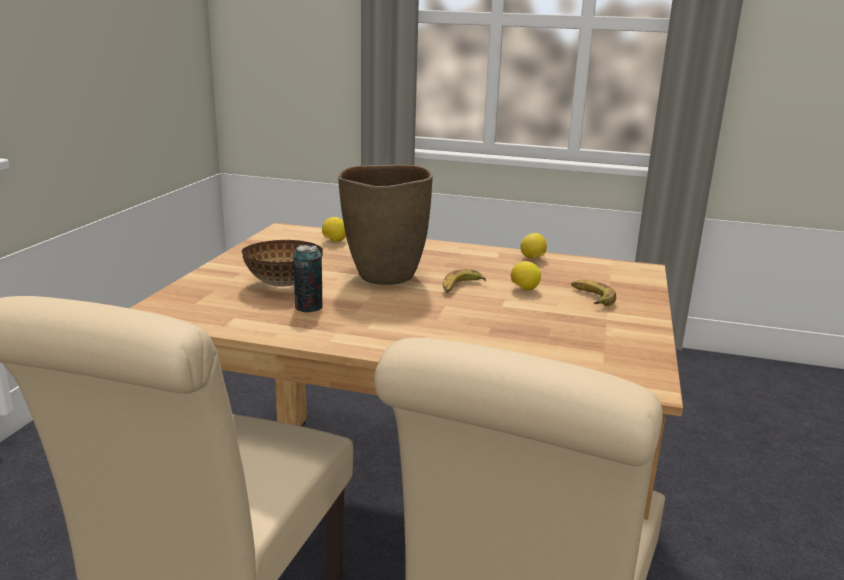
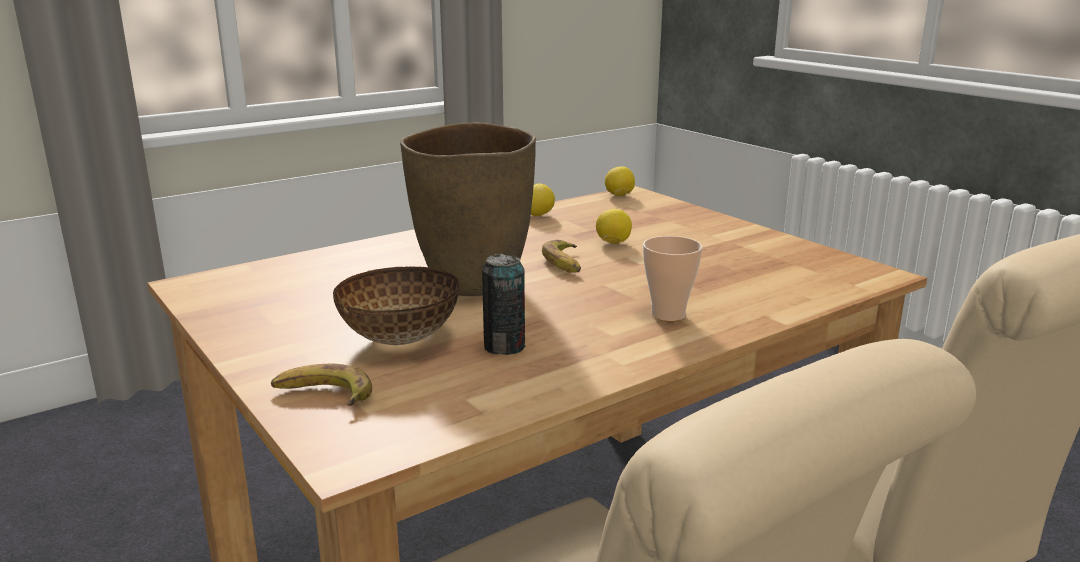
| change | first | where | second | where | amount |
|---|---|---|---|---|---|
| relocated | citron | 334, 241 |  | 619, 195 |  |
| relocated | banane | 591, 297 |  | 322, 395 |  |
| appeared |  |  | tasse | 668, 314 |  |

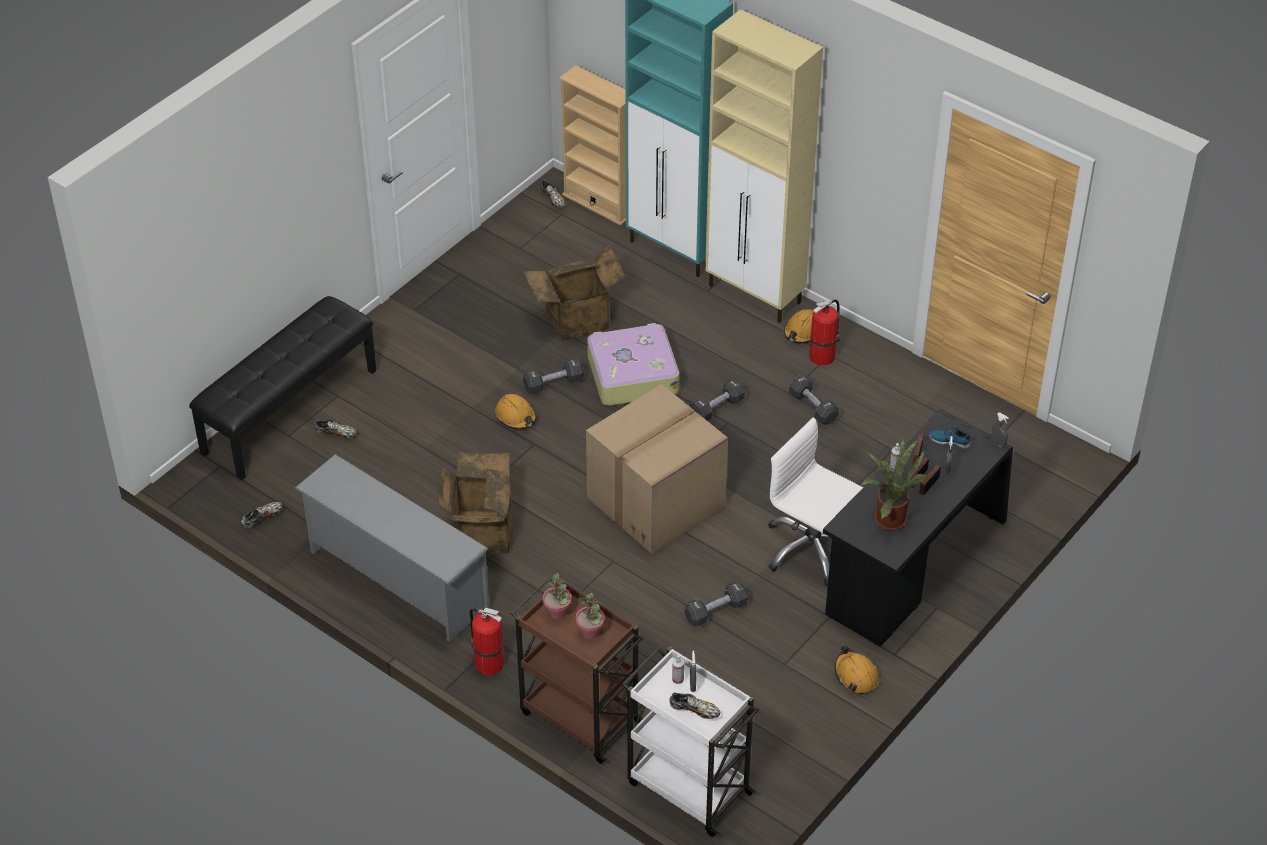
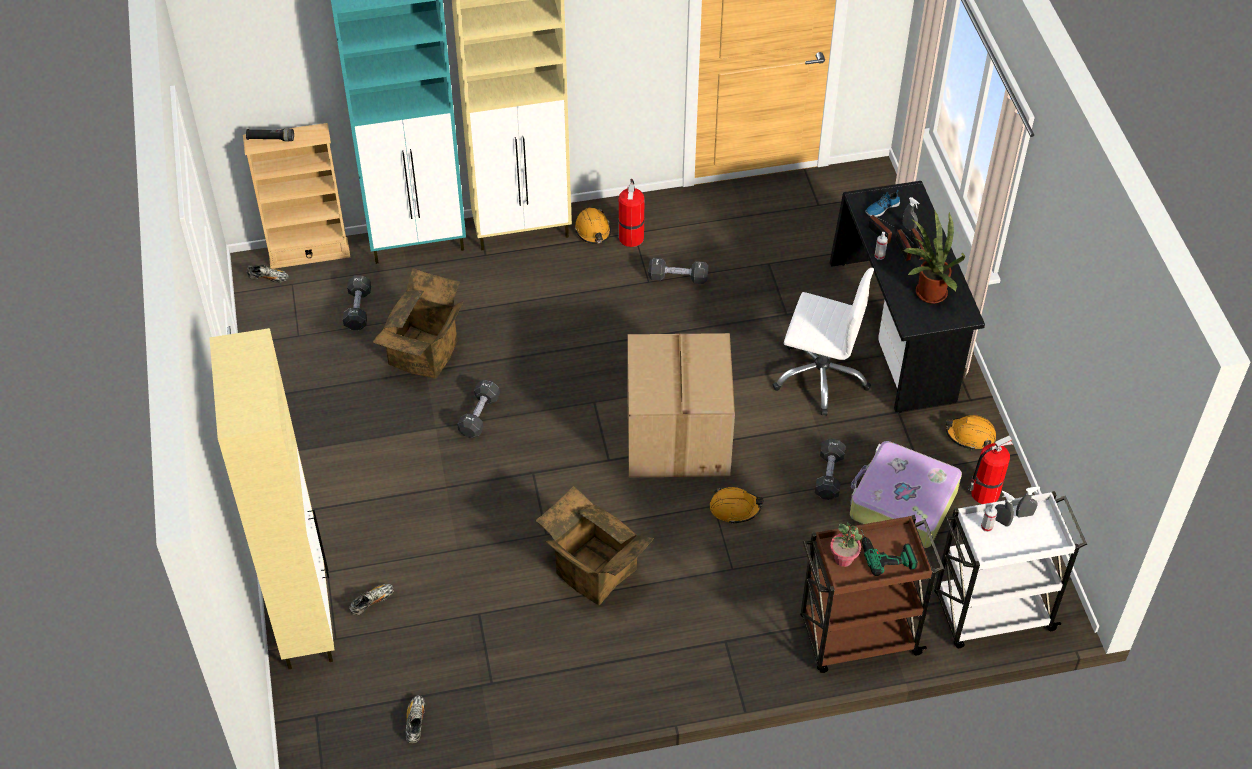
| change | first | where | second | where | amount |
|---|---|---|---|---|---|
| exchanged | banc [noir] | 289, 411 | meuble de rangement [beige] | 306, 619 |  |
| missing | étagère à chaussures [gris] | 396, 580 |  |  |  |
| relocated | extincteur | 487, 663 |  | 984, 494 |  |
| relocated | casque de chantier [orange] | 516, 416 |  | 734, 508 |  |
| exchanged | plante en pot | 590, 632 | perceuse | 885, 551 |  |
| relocated | valise | 631, 374 |  | 901, 503 |  |
| missing | chaussure | 694, 710 |  |  |  |
| relocated | haltère [noir] | 717, 408 |  | 358, 310 |  |
| spun | chaise de bureau [blanc] | 811, 549 |  | 821, 376 | 150 degrees counterclockwise |
| relocated | vaporisateur [gris] | 997, 443 |  | 1024, 514 |  |
| appeared |  |  | lampe de poche [noir] | 271, 139 |  |

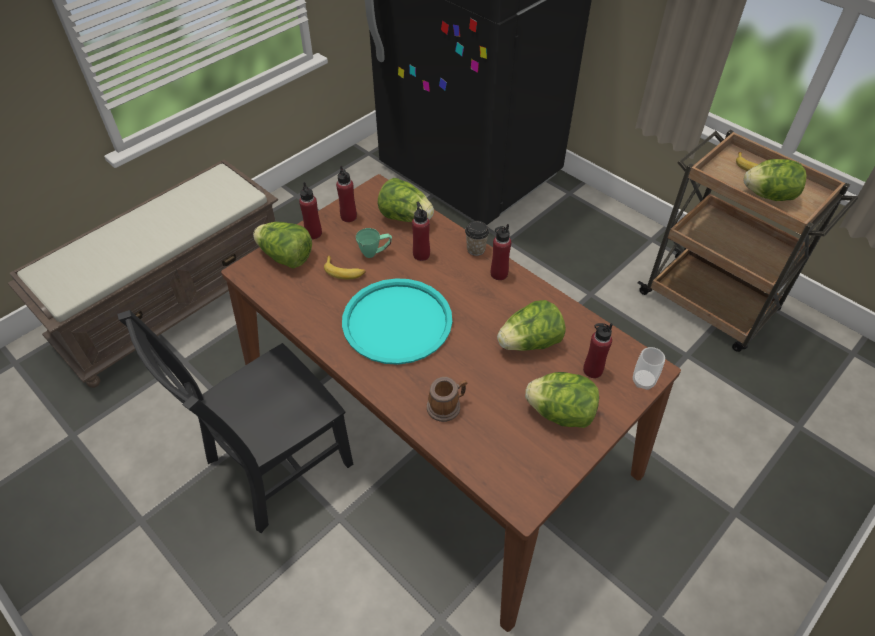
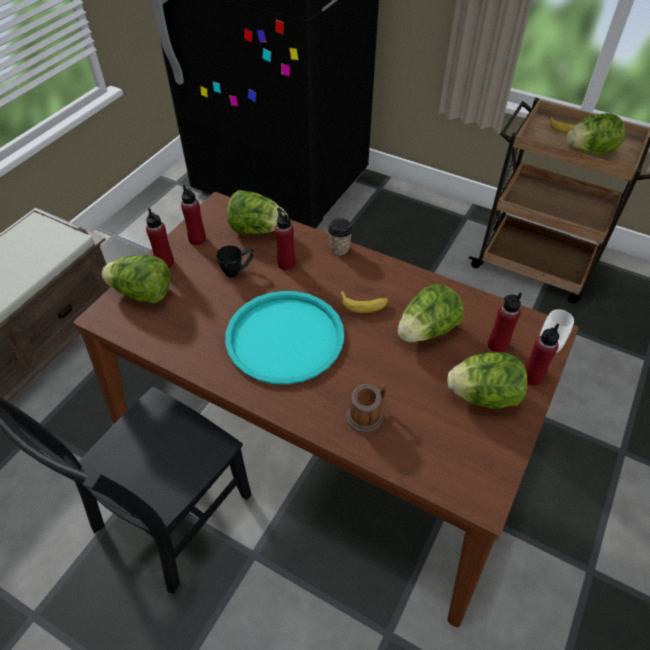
| change | first | where | second | where | amount |
|---|---|---|---|---|---|
| relocated | banane | 344, 271 |  | 364, 304 |  |
| colour | mug [vert] | 375, 253 | mug [noir] | 237, 271 |  |
| relocated | bouteille [rouge] | 499, 274 |  | 532, 377 |  |

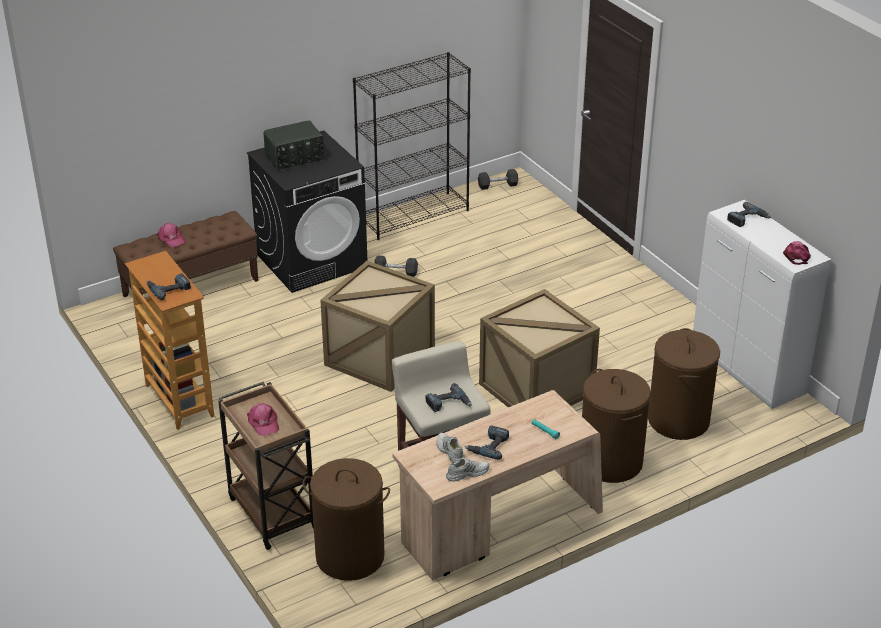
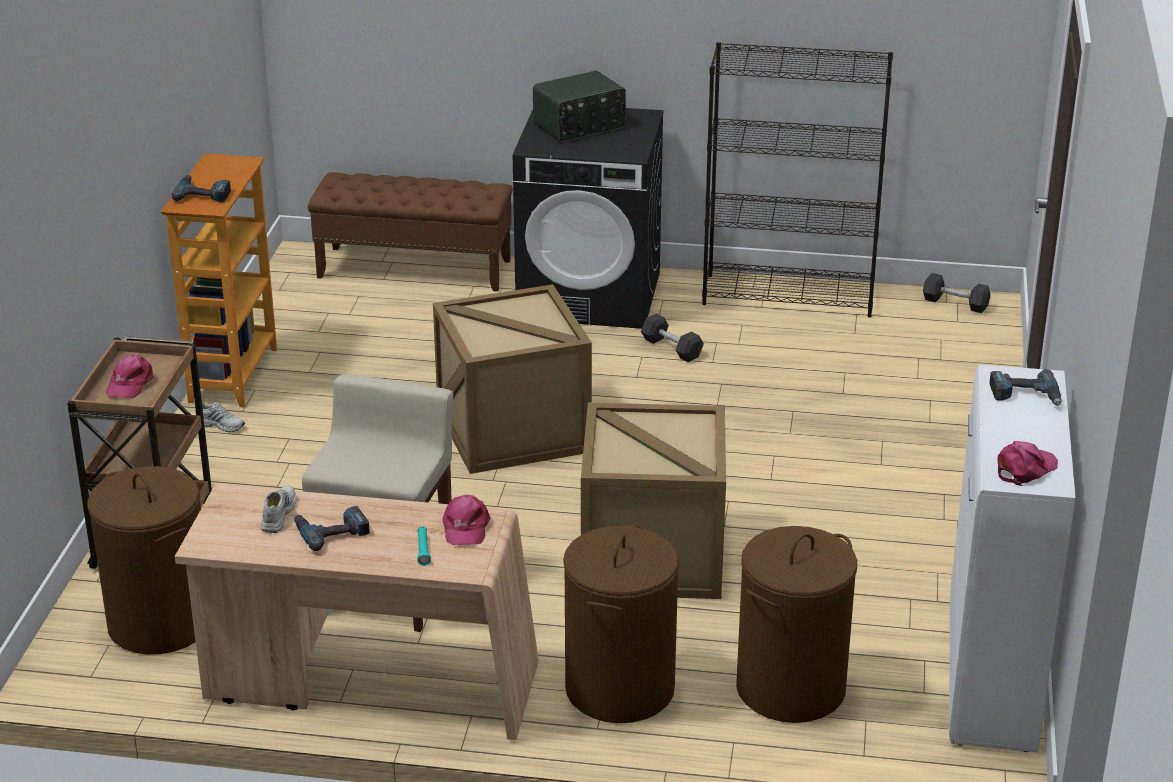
| change | first | where | second | where | amount |
|---|---|---|---|---|---|
| relocated | casquette [rose] | 171, 238 |  | 465, 527 |  |
| spun | radio | 295, 158 |  | 580, 126 | 45 degrees counterclockwise |
| missing | perceuse | 448, 403 |  |  |  |
| relocated | chaussure [blanc] | 467, 473 |  | 220, 424 |  |

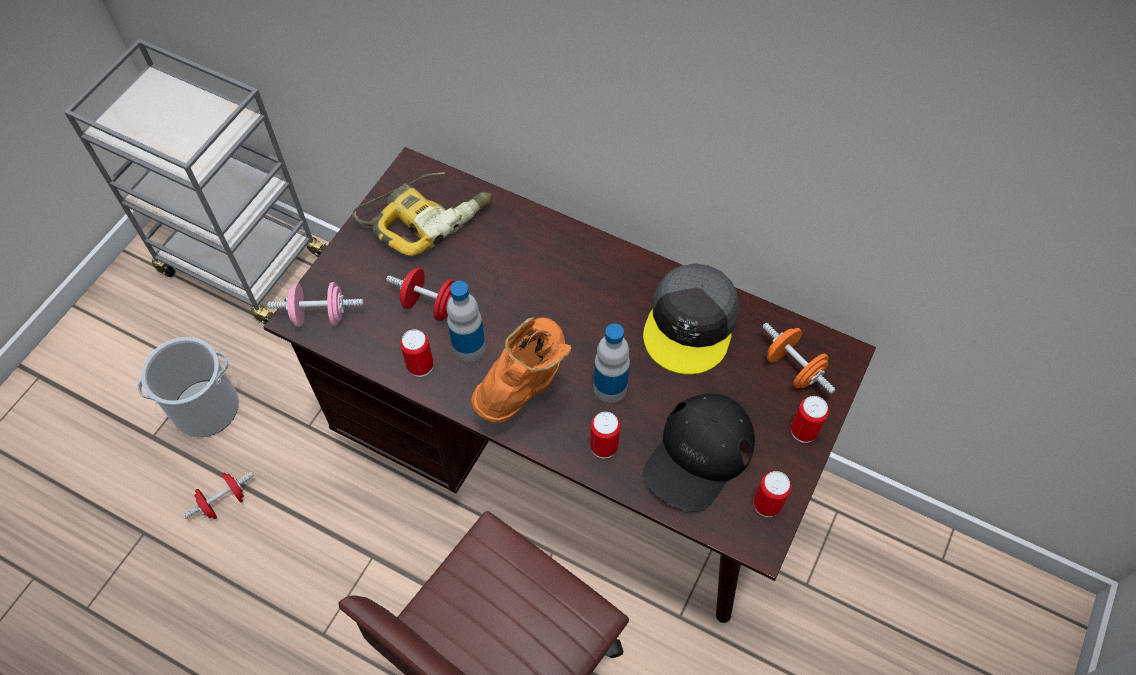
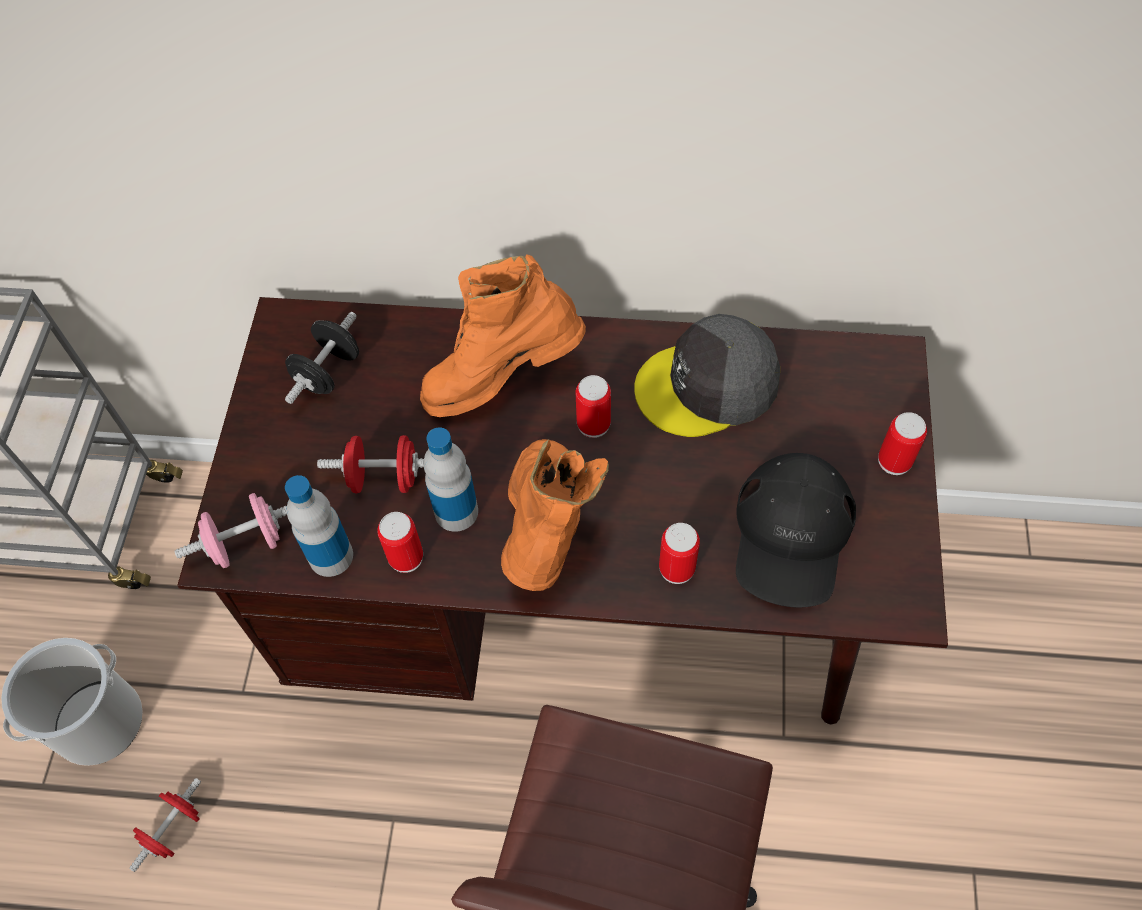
| change | first | where | second | where | amount |
|---|---|---|---|---|---|
| exchanged | perceuse | 426, 217 | haltère [noir] | 328, 372 |  |
| relocated | bouteille | 610, 387 |  | 331, 556 |  |
| spun | casquette [gris] | 691, 324 |  | 708, 386 | 75 degrees clockwise |
| relocated | boîte métallique | 767, 504 |  | 593, 424 |  |
| missing | haltère [orange] | 793, 368 |  |  |  |
| appeared |  |  | botte [orange] | 502, 378 |  |

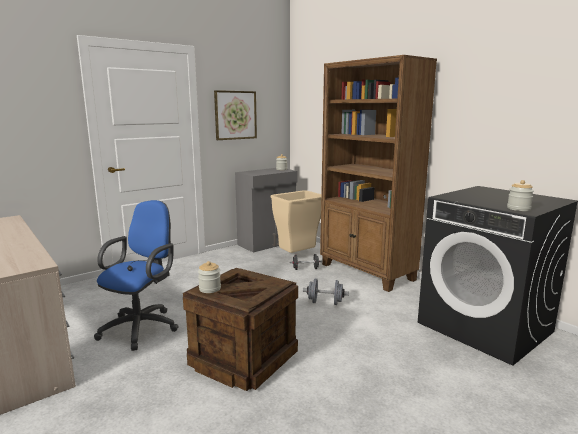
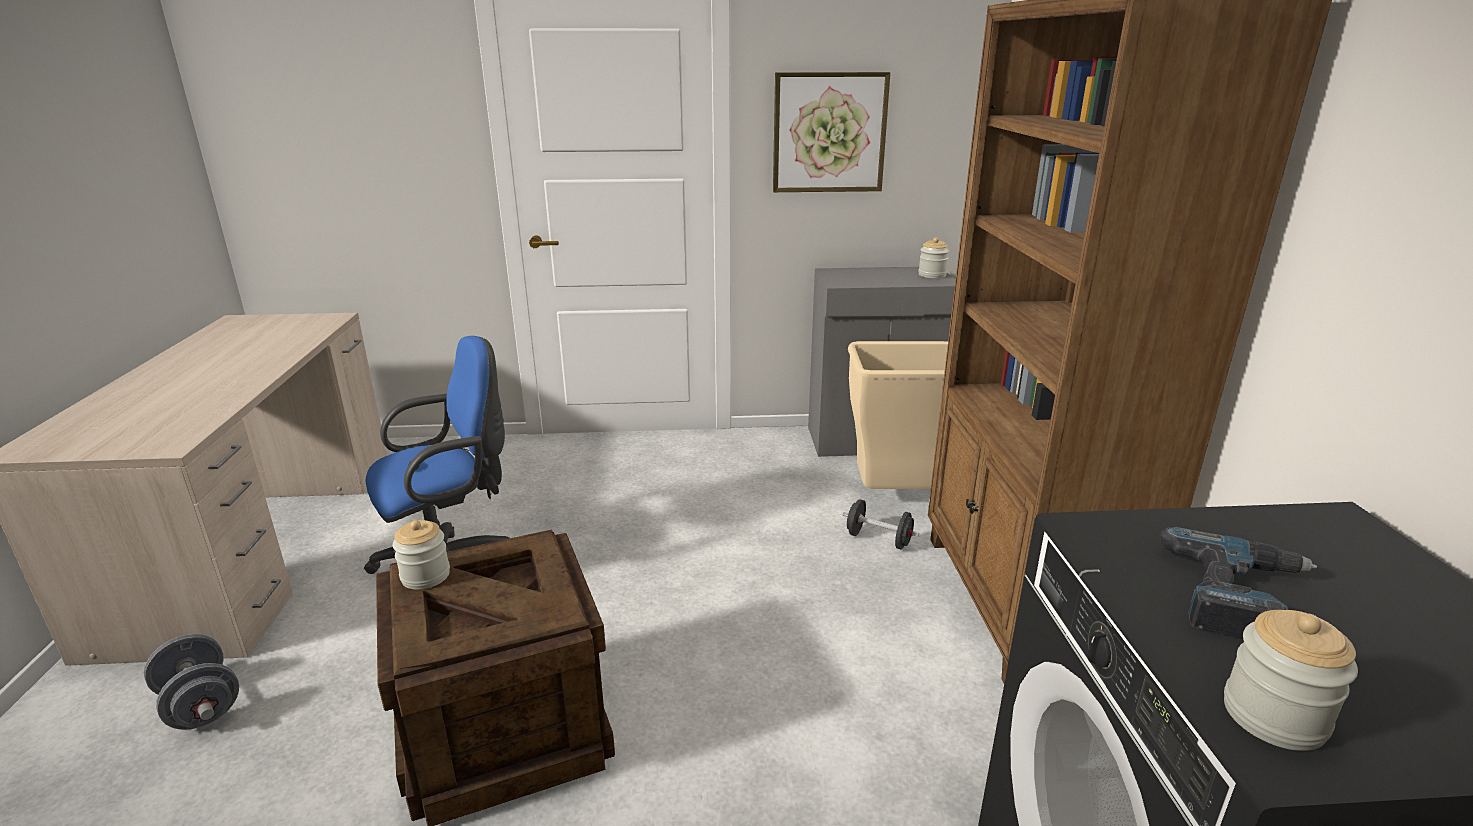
| change | first | where | second | where | amount |
|---|---|---|---|---|---|
| relocated | haltère [gris] | 325, 302 |  | 201, 705 |  |
| appeared |  |  | perceuse | 1239, 597 |  |

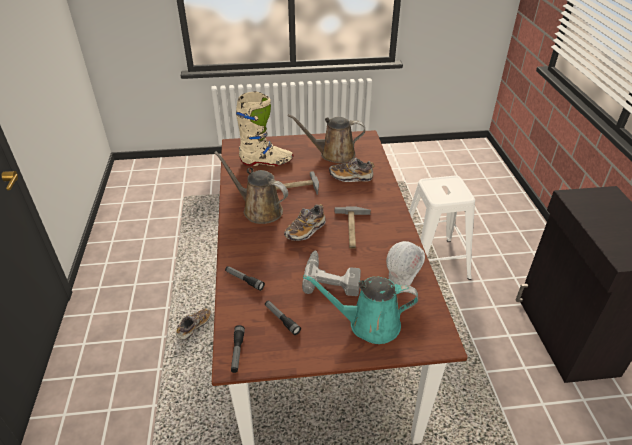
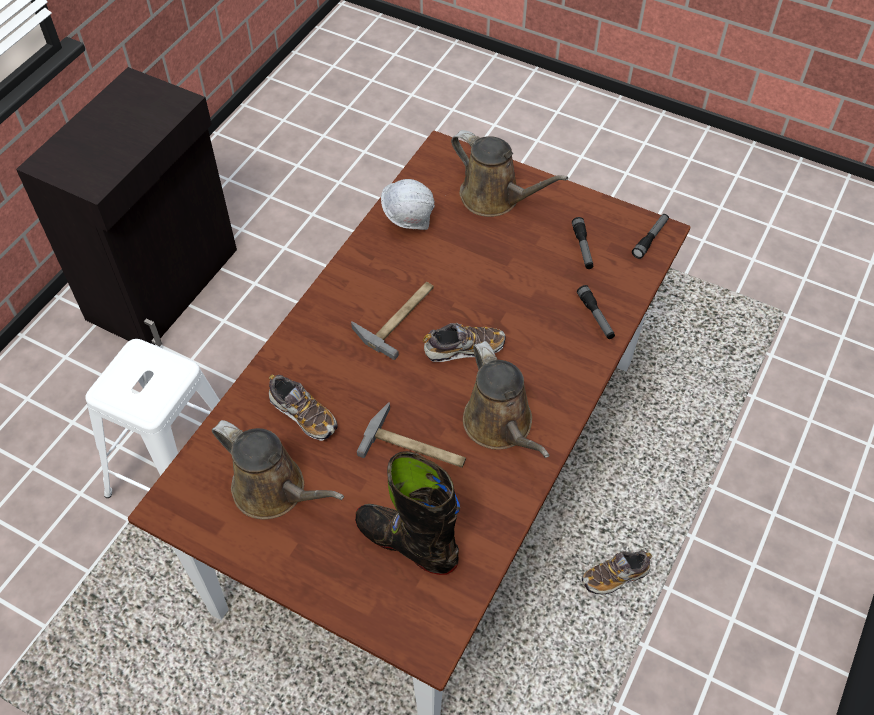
| change | first | where | second | where | amount |
|---|---|---|---|---|---|
| colour | botte [beige] | 266, 162 | botte [noir] | 407, 543 |  |
| missing | perceuse | 332, 277 |  |  |  |
| colour | arrosoir [turquoise] | 369, 324 | arrosoir [marron] | 495, 198 |  |

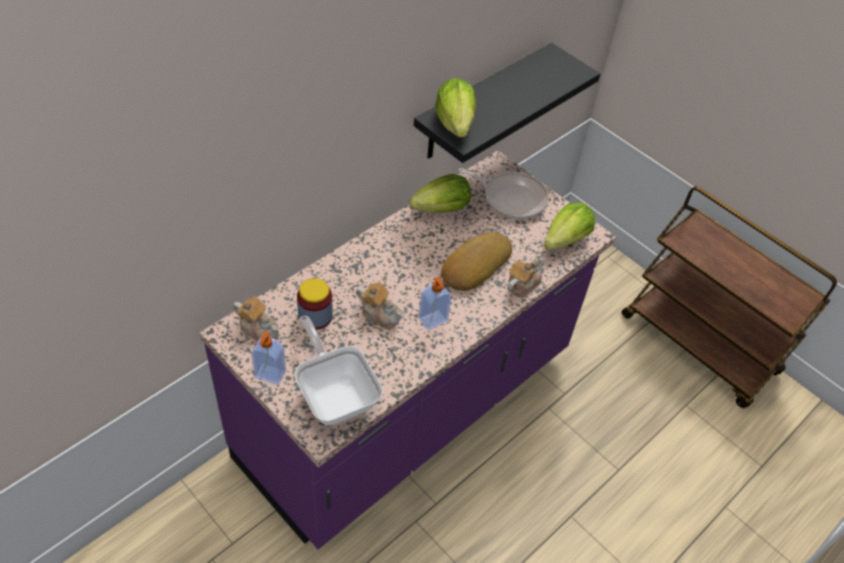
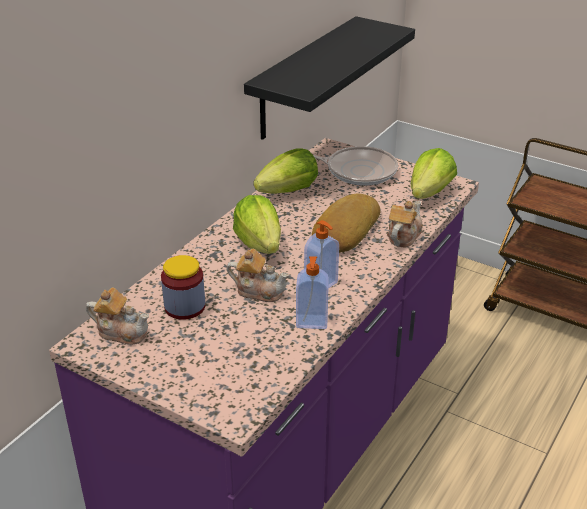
| change | first | where | second | where | amount |
|---|---|---|---|---|---|
| relocated | distributeur de savon | 270, 375 |  | 311, 322 |  |
| missing | poêle | 335, 394 |  |  |  |
| relocated | laitue | 455, 123 |  | 259, 244 |  |

